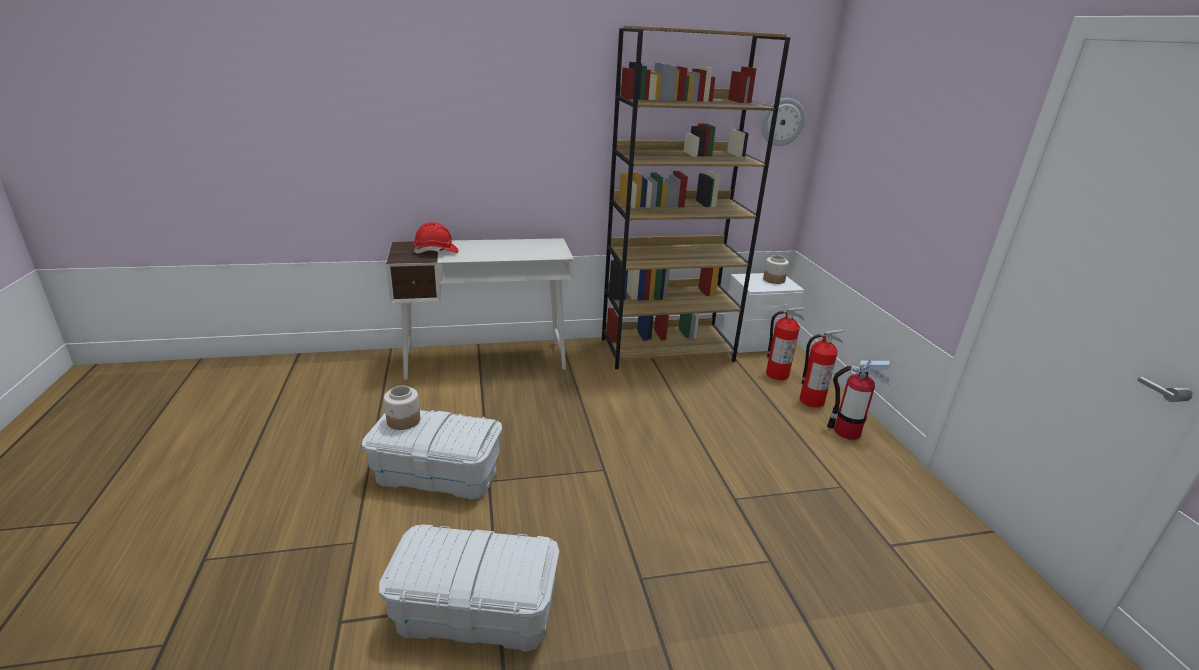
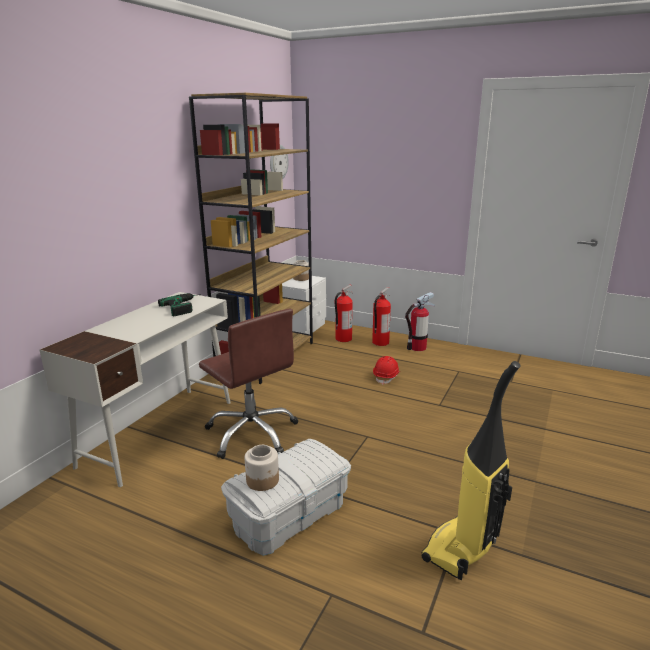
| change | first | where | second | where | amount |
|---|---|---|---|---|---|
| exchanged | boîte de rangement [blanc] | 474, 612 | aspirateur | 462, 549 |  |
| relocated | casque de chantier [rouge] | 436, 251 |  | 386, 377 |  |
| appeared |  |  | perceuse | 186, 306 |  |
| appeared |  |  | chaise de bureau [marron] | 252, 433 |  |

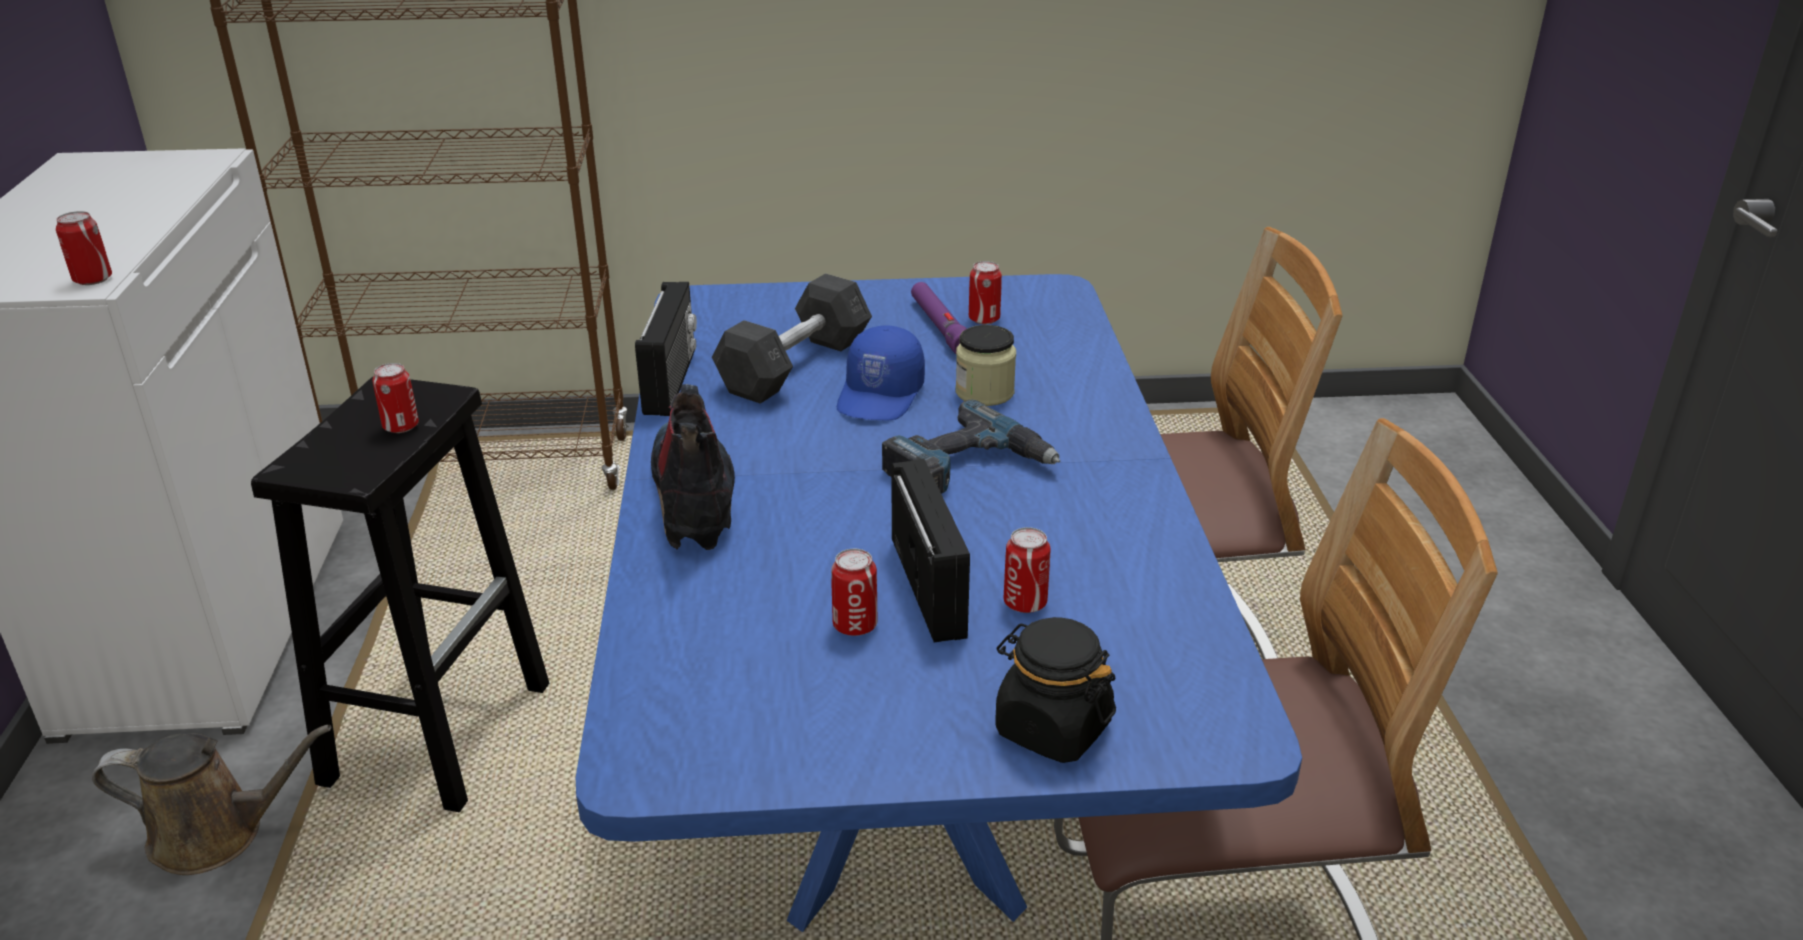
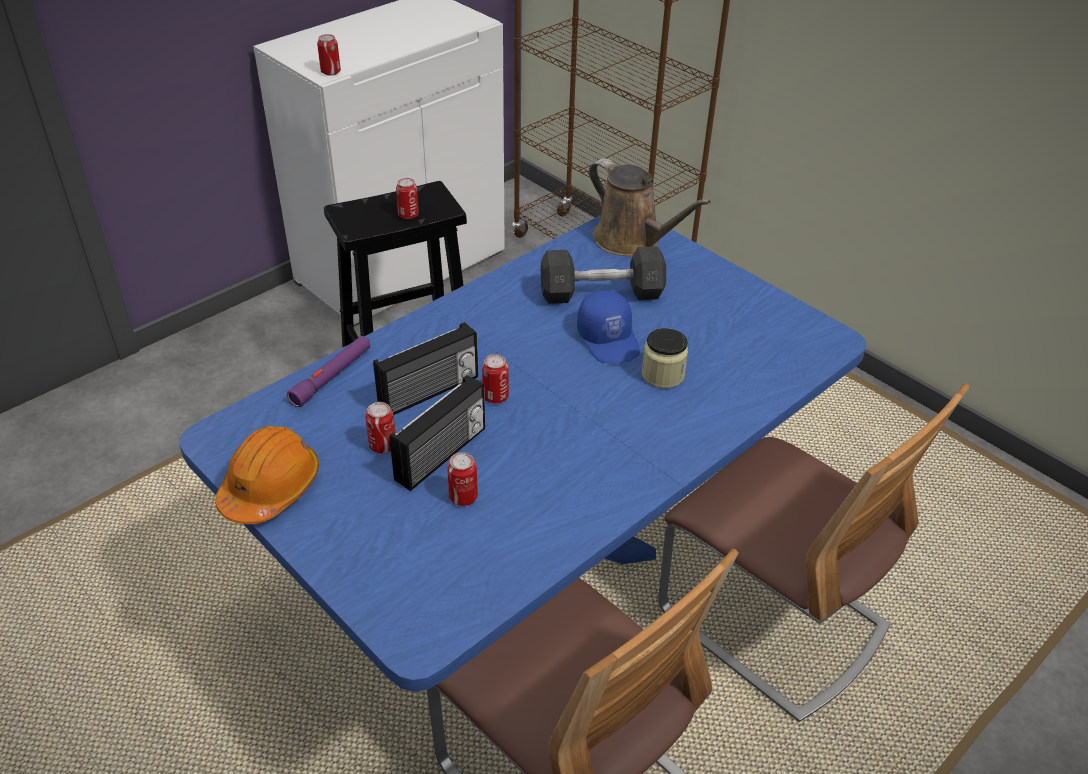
| change | first | where | second | where | amount |
|---|---|---|---|---|---|
| relocated | arrosoir [marron] | 217, 834 |  | 631, 240 |  |
| relocated | radio | 672, 381 |  | 430, 392 |  |
| missing | botte | 695, 499 |  |  |  |
| spun | casquette [bleu] | 881, 396 |  | 609, 339 | 90 degrees counterclockwise |
| missing | perceuse | 968, 467 |  |  |  |
| relocated | lampe de poche [violet] | 940, 327 |  | 332, 376 |  |
| relocated | boîte métallique | 984, 319 |  | 495, 397 |  |
| missing | bocal [noir] | 1051, 728 |  |  |  |
| appeared |  |  | casque de chantier [orange] | 270, 488 |  |

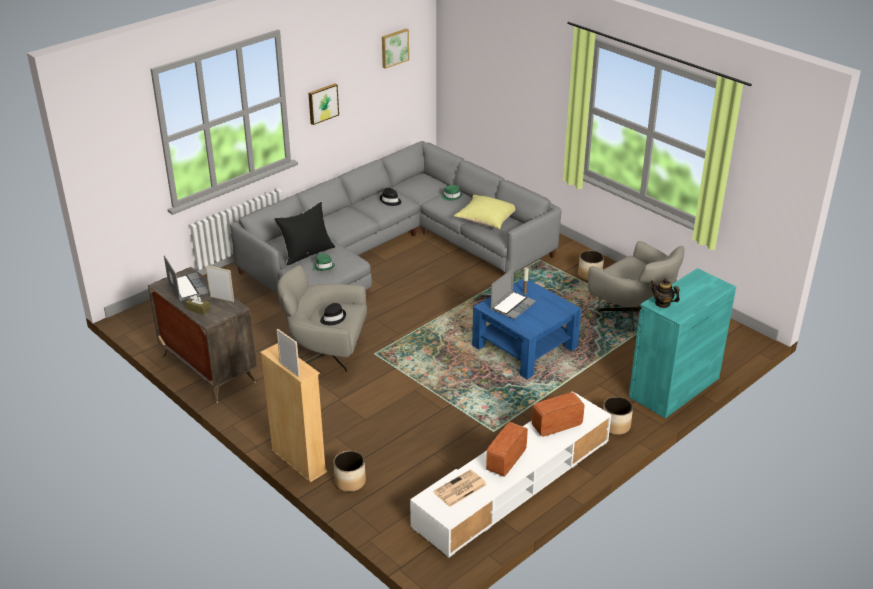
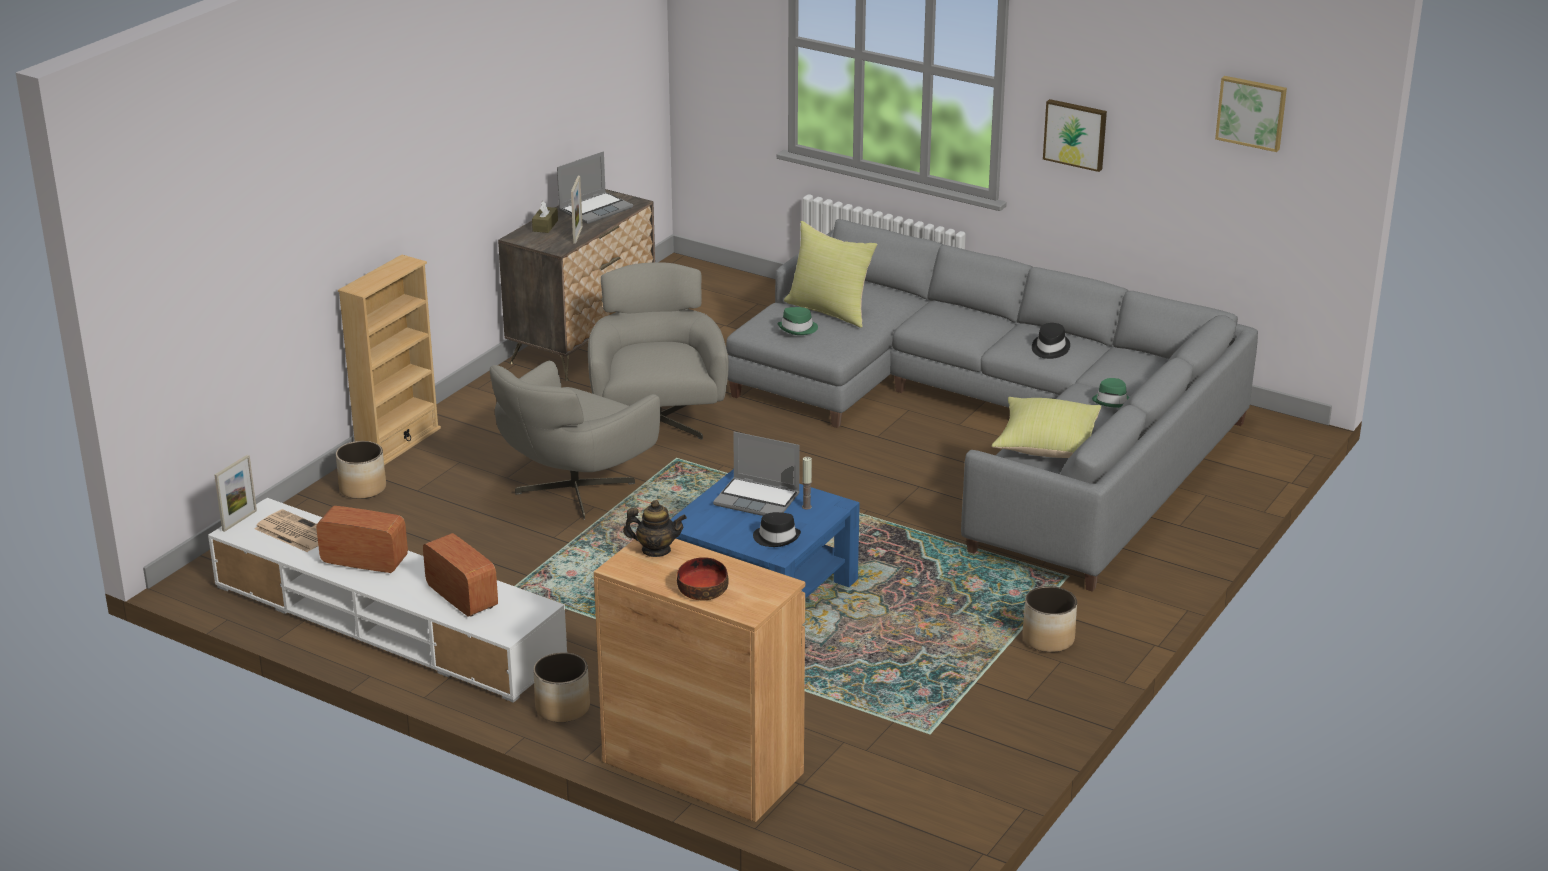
| change | first | where | second | where | amount |
|---|---|---|---|---|---|
| colour | coussin [noir] | 307, 253 | coussin [jaune] | 830, 310 |  |
| relocated | cadre photo | 289, 369 |  | 239, 520 |  |
| relocated | chapeau [noir] | 333, 318 |  | 776, 537 |  |
| relocated | fauteuil [gris] | 633, 313 |  | 572, 491 |  |
| colour | meuble de rangement [turquoise] | 674, 387 | meuble de rangement [marron] | 702, 767 |  |
| spun | théière | 662, 303 |  | 656, 550 | 75 degrees clockwise |
| appeared |  |  | bol | 702, 589 |  |

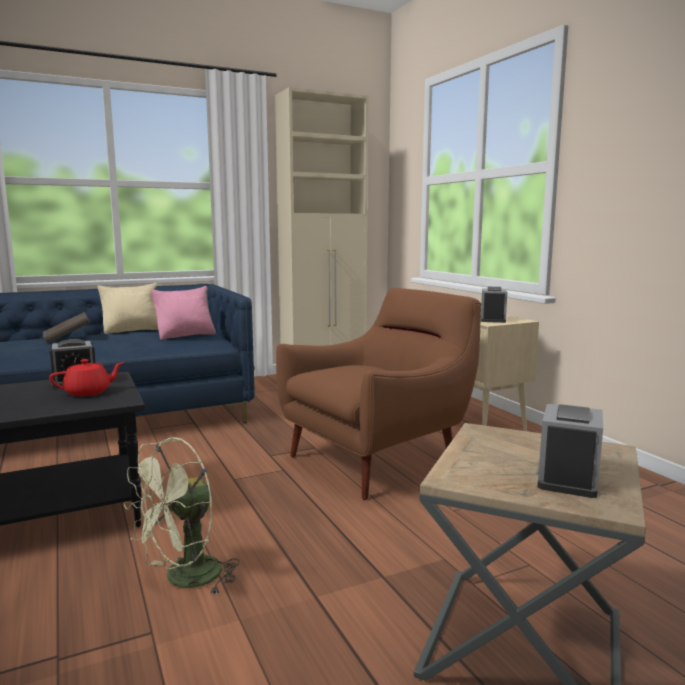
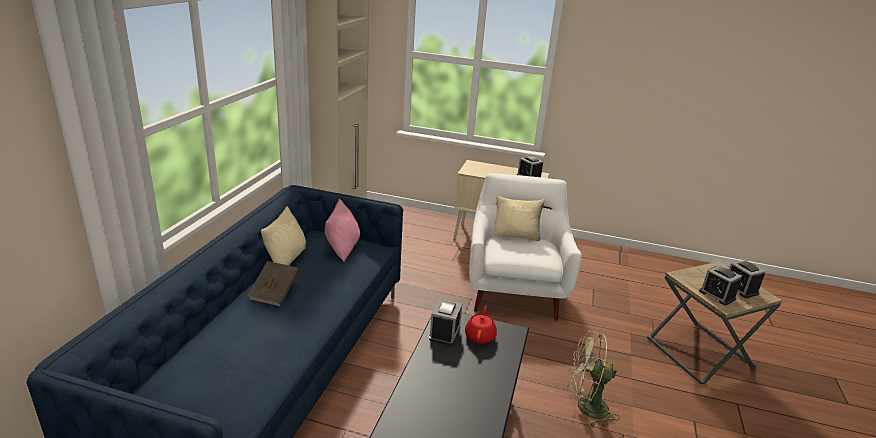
| change | first | where | second | where | amount |
|---|---|---|---|---|---|
| spun | ventilateur [vert] | 184, 579 |  | 585, 407 | 105 degrees clockwise |
| colour | fauteuil [marron] | 378, 459 | fauteuil [blanc] | 514, 291 |  |
| appeared |  |  | coussin [beige] | 516, 236 |  |
| appeared |  |  | réveil | 717, 295 |  |

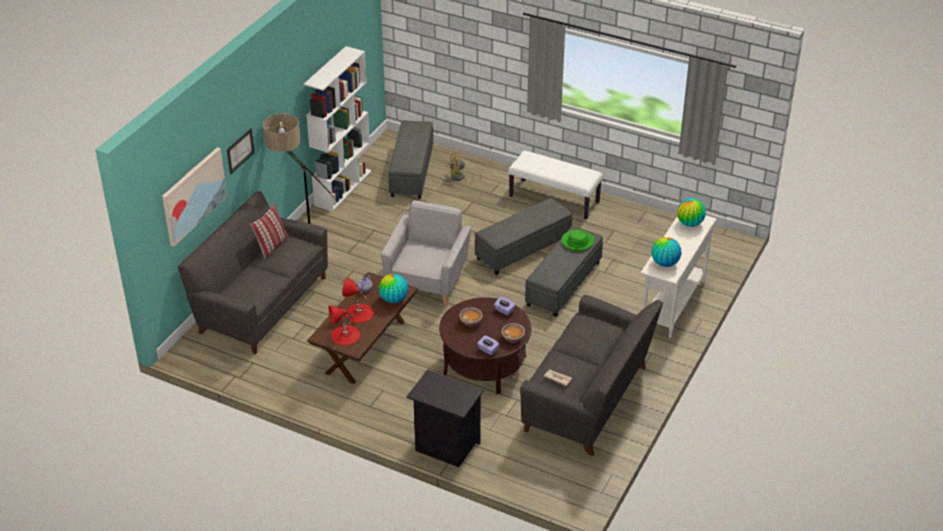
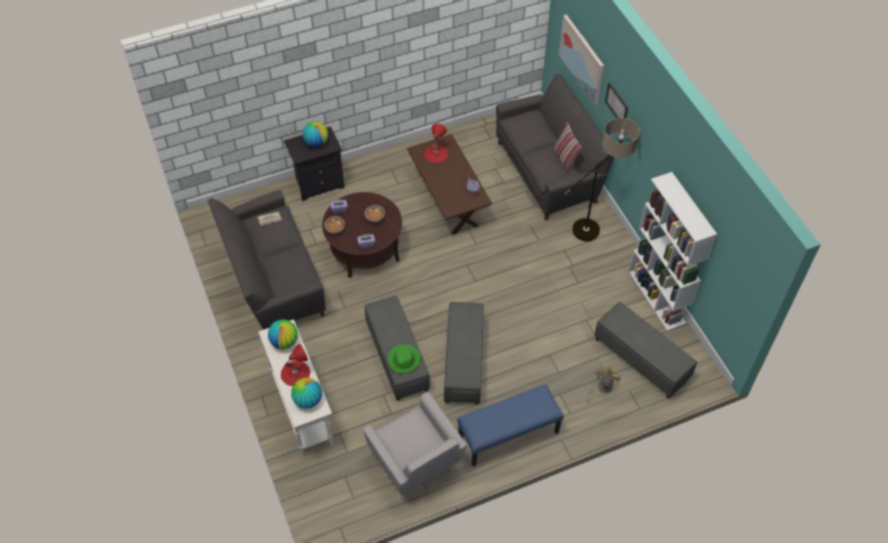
| change | first | where | second | where | amount |
|---|---|---|---|---|---|
| relocated | lampe de table [rouge] | 359, 313 |  | 295, 373 |  |
| relocated | globe | 393, 299 |  | 316, 142 |  |
| relocated | fauteuil [gris] | 427, 281 |  | 416, 462 |  |
| colour | banc [blanc] | 554, 199 | banc [bleu] | 508, 435 |  |

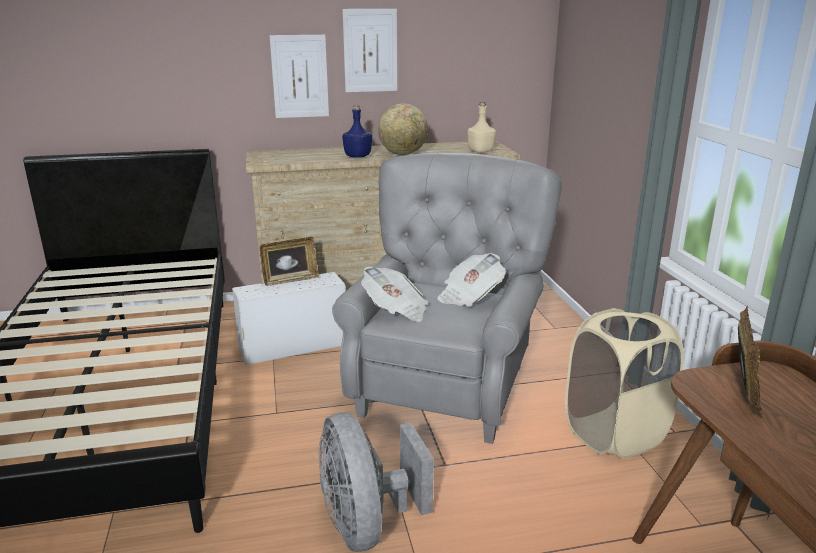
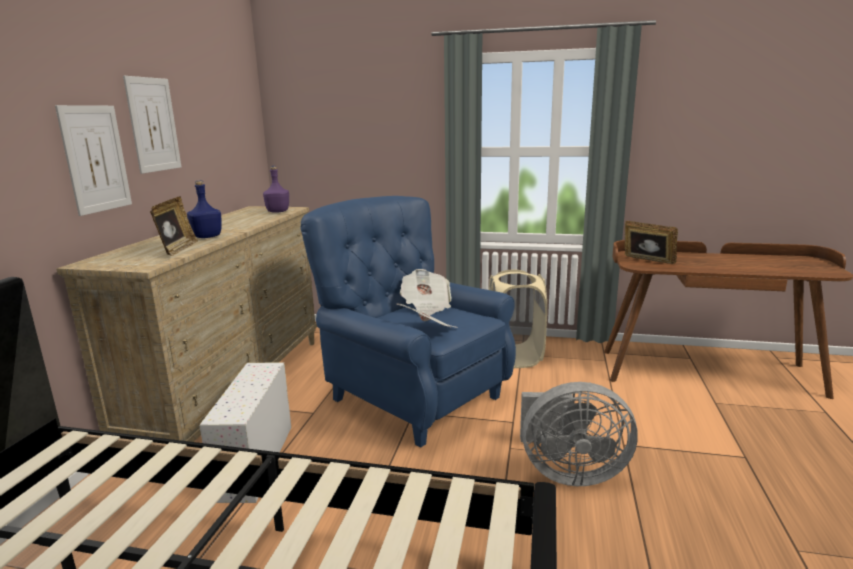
| change | first | where | second | where | amount |
|---|---|---|---|---|---|
| relocated | cadre photo | 290, 280 |  | 177, 249 |  |
| colour | fauteuil [gris] | 446, 385 | fauteuil [bleu] | 410, 396 |  |
| missing | globe | 403, 154 |  |  |  |
| colour | bouteille [beige] | 481, 151 | bouteille [violet] | 278, 211 |  |

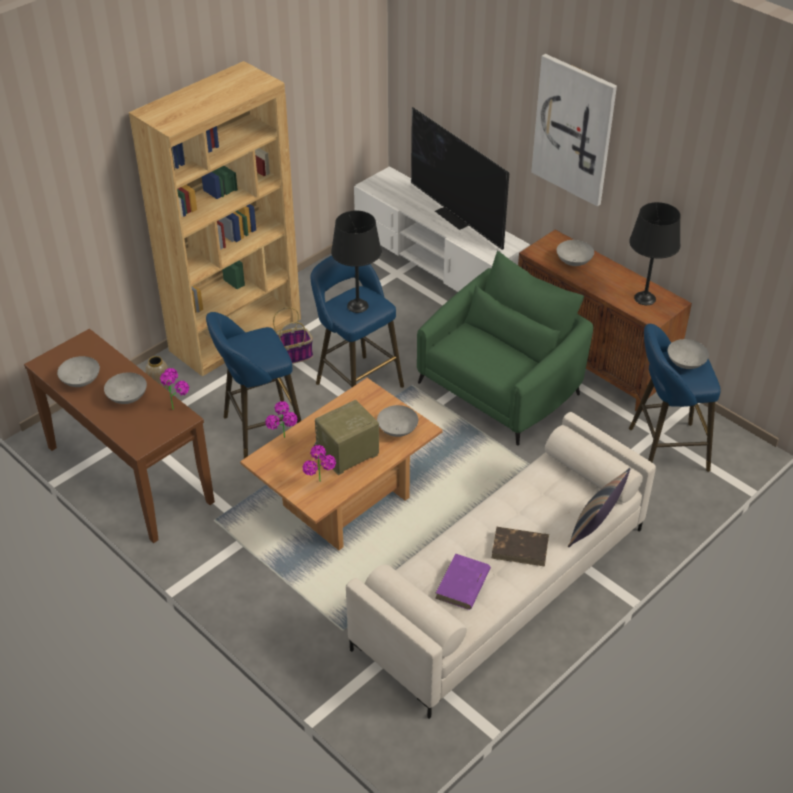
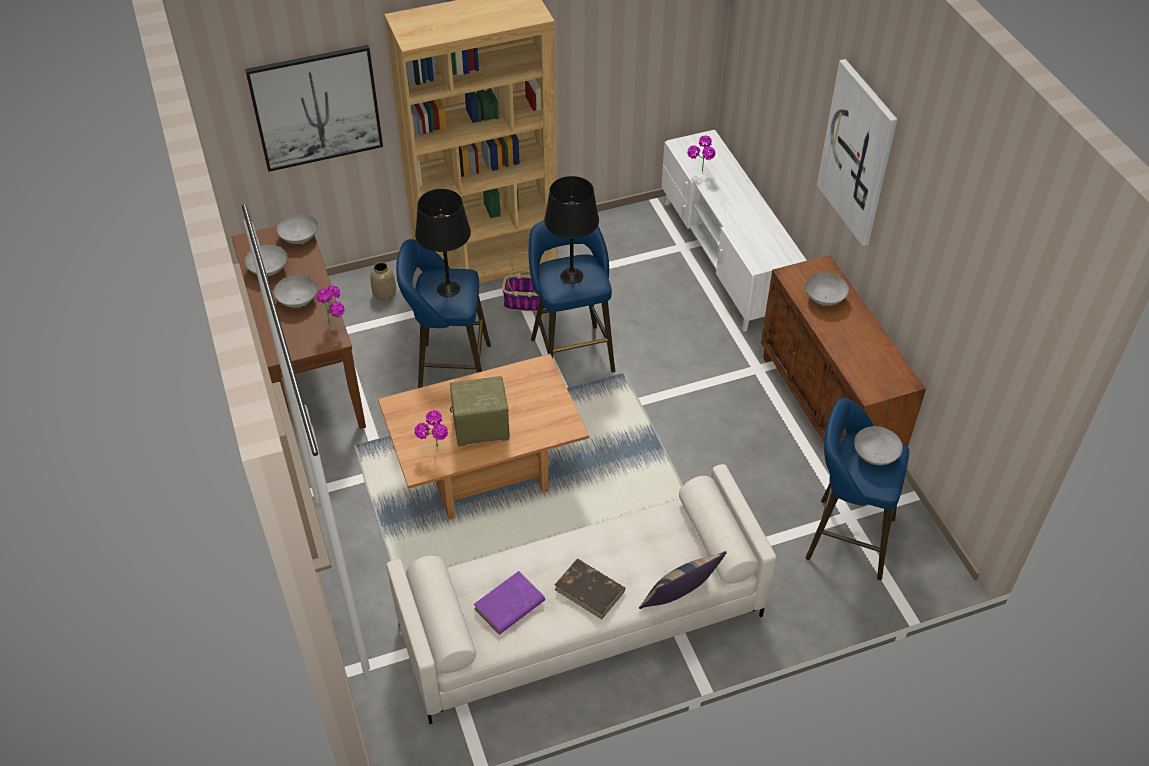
| change | first | where | second | where | amount |
|---|---|---|---|---|---|
| relocated | plante en pot | 284, 441 |  | 700, 174 |  |
| relocated | bol [gris] | 398, 430 |  | 300, 239 |  |
| missing | téléviseur | 456, 216 |  |  |  |
| missing | fauteuil [vert] | 500, 388 |  |  |  |
| relocated | lampe de table [noir] | 645, 299 |  | 448, 289 |  |
| appeared |  |  | tableau | 316, 107 |  |

